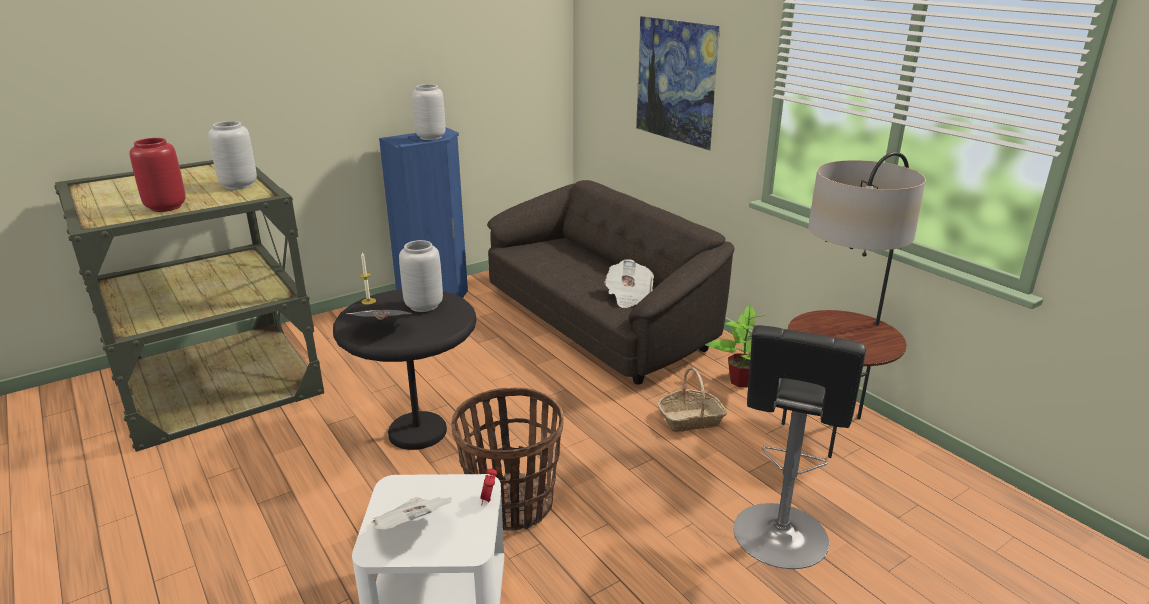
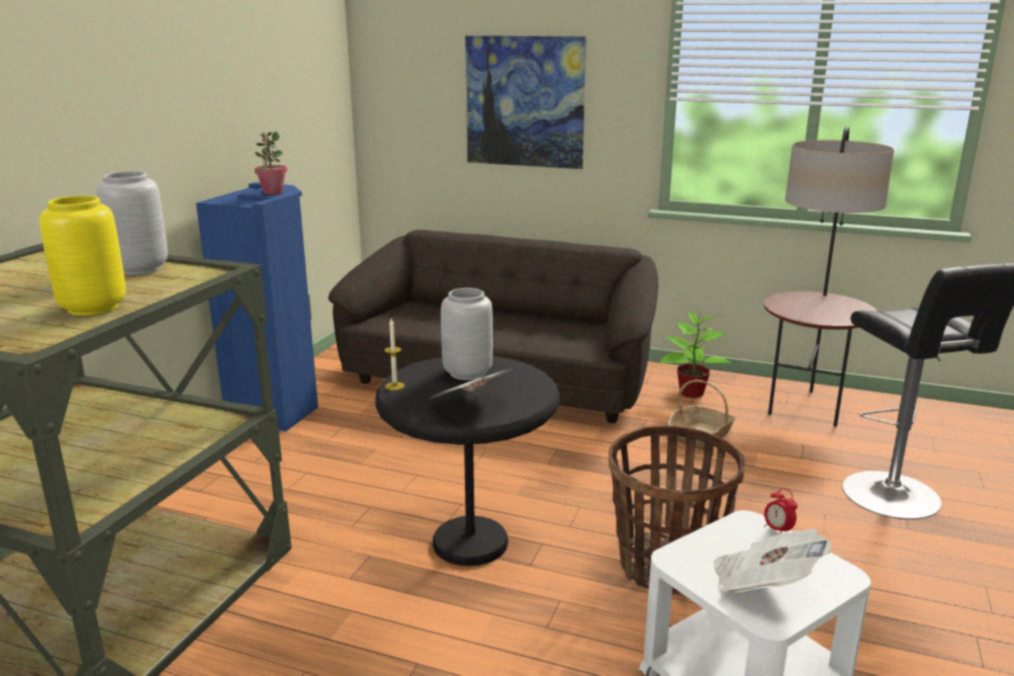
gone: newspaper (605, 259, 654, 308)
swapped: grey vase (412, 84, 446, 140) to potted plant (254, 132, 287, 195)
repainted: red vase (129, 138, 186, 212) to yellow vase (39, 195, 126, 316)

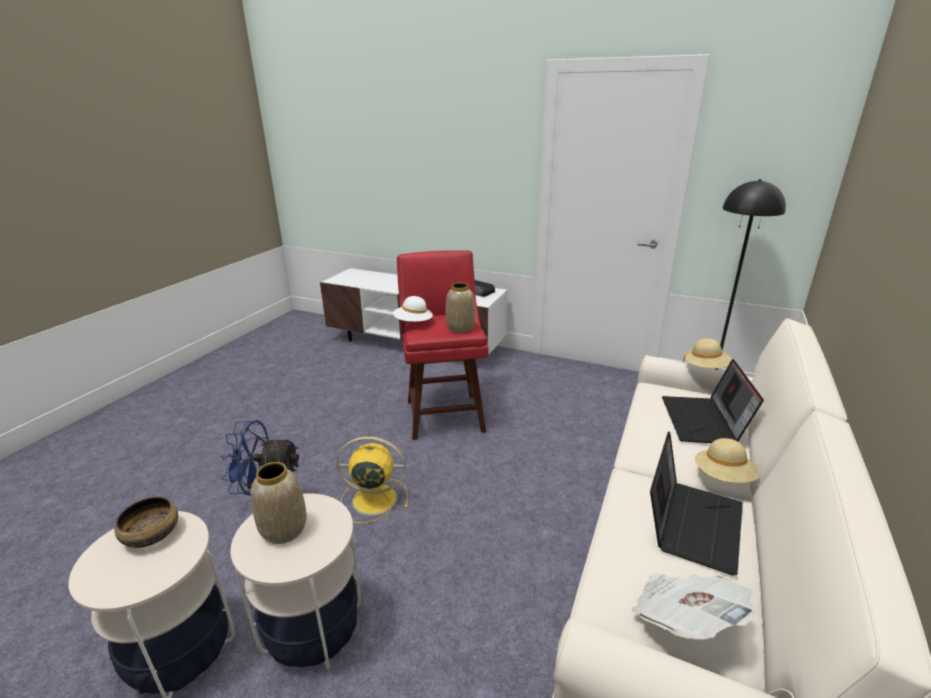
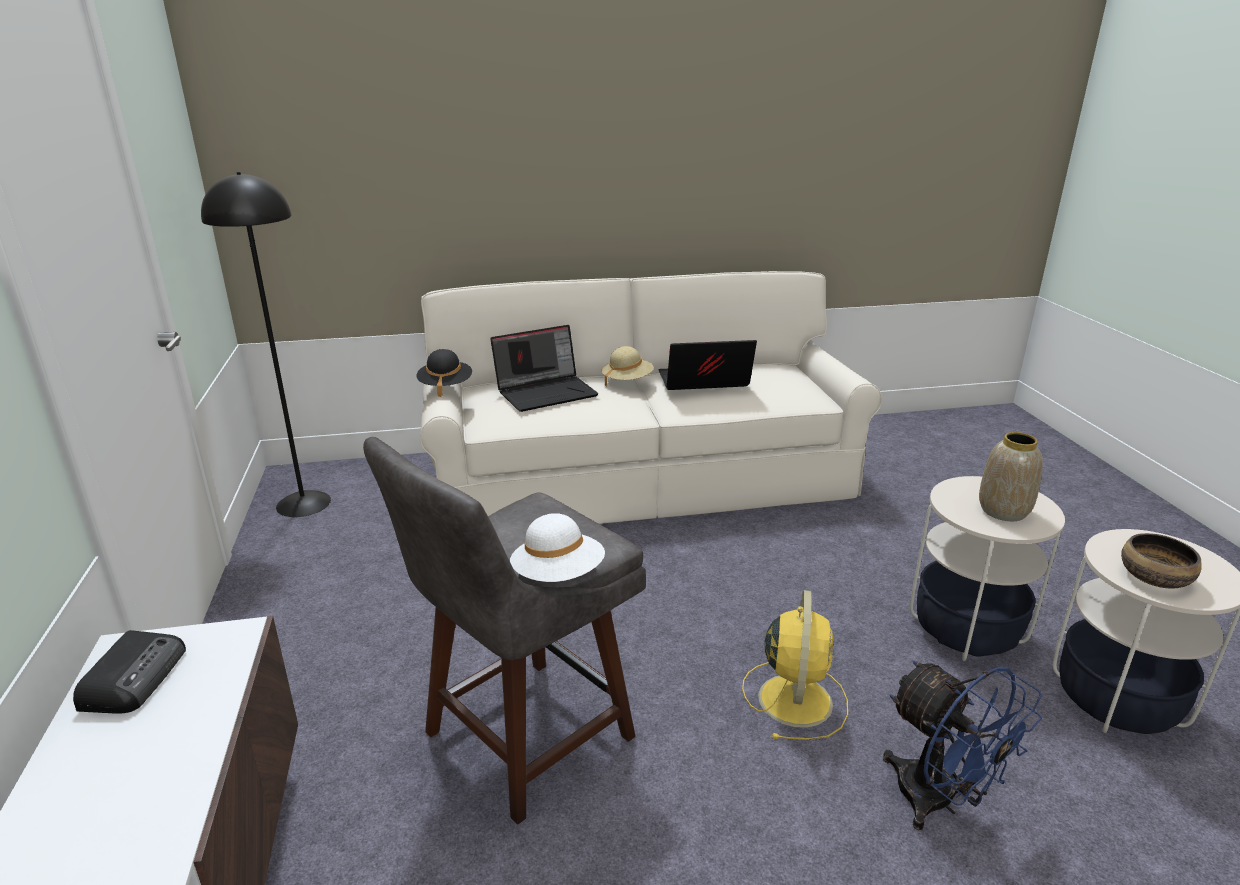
gone: vase (446, 283, 475, 333); newspaper (631, 573, 754, 639)
repainted: red stool (397, 250, 489, 440) to grey stool (363, 437, 646, 825); beige hat (683, 339, 732, 368) to black hat (416, 349, 472, 397)
rotated: yellow fan (337, 436, 408, 523) = (742, 590, 848, 740) 135 degrees counterclockwise

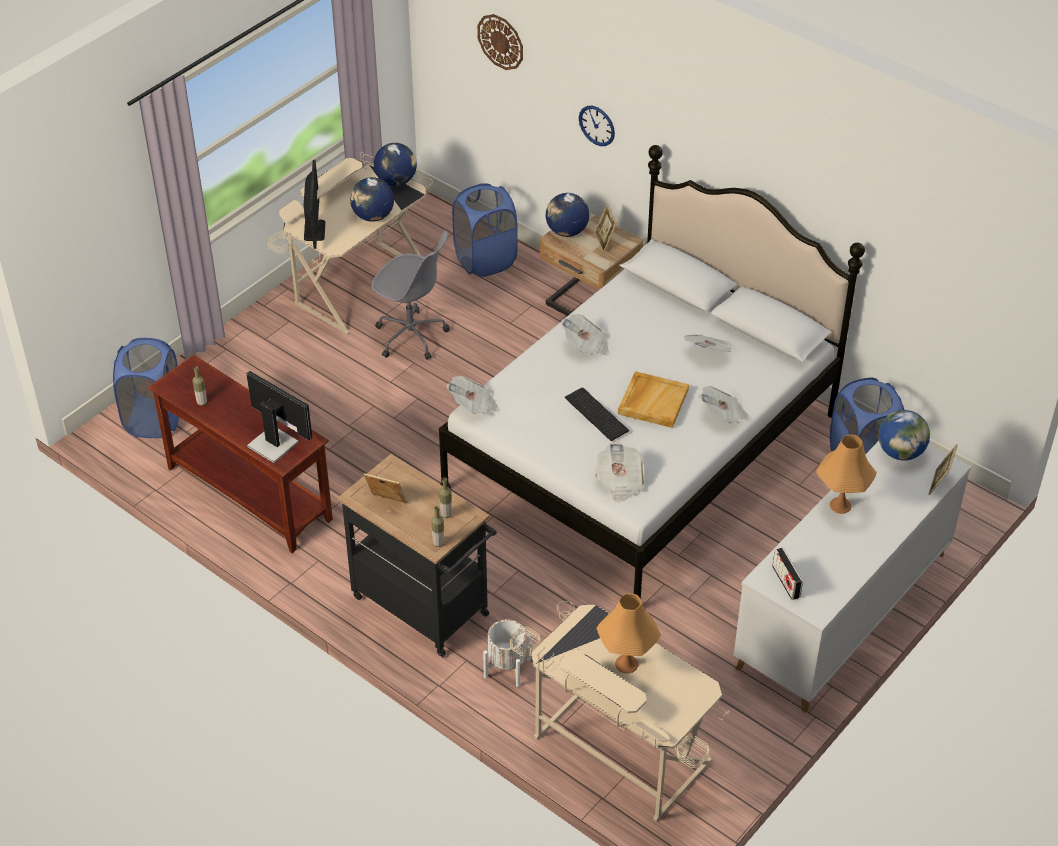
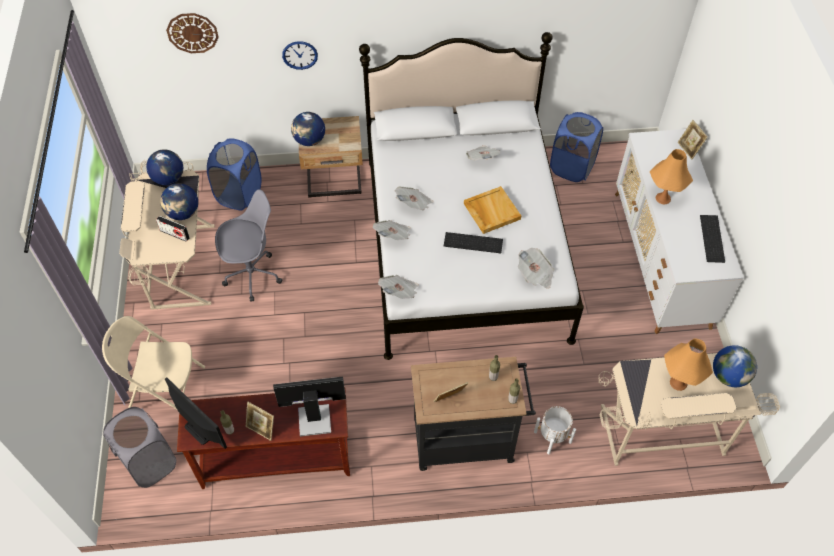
new: beige chair (102, 316, 205, 409); keyboard (700, 215, 725, 263)
shifted: monitor (304, 160, 325, 249) to (165, 377, 227, 449); picture frame (594, 203, 617, 253) to (246, 402, 274, 441); newspaper (699, 386, 751, 423) to (373, 220, 411, 240); radio (772, 548, 803, 600) to (156, 216, 190, 242); globe (878, 410, 930, 461) to (713, 345, 757, 387)
repainted: blue laundry basket (113, 338, 179, 438) to grey laundry basket (103, 407, 177, 488)

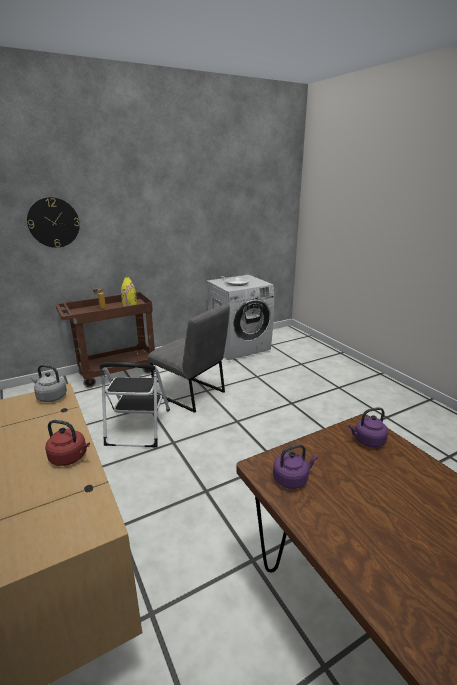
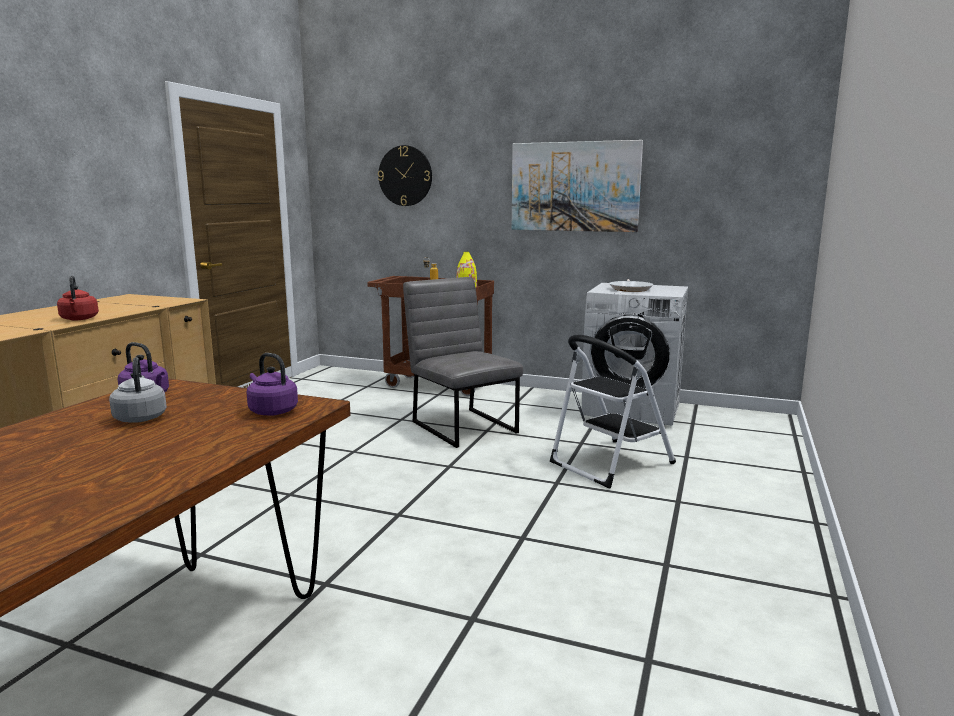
new: picture (512, 140, 643, 232)
shifted: grey kettle (30, 365, 67, 402) to (109, 357, 167, 423); step ladder (99, 362, 170, 447) to (550, 335, 676, 488)
rotated: grey chair (148, 305, 230, 413) = (403, 277, 523, 448) 150 degrees clockwise

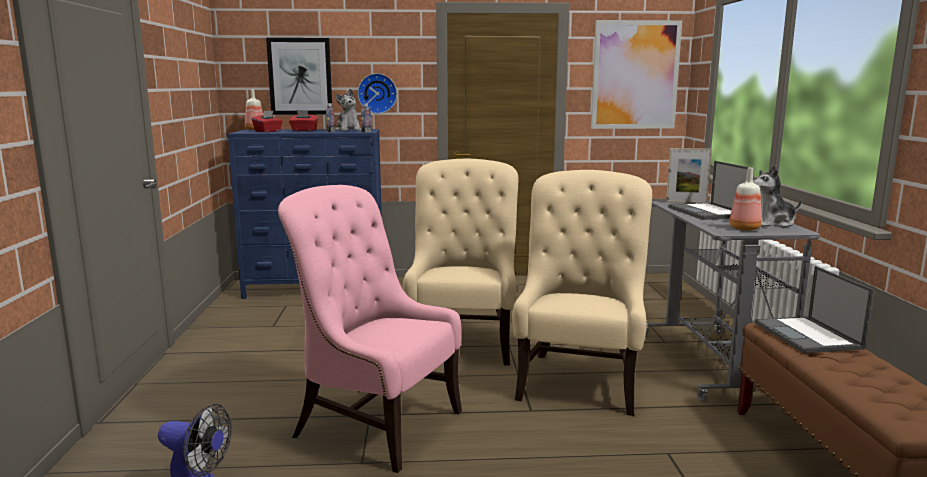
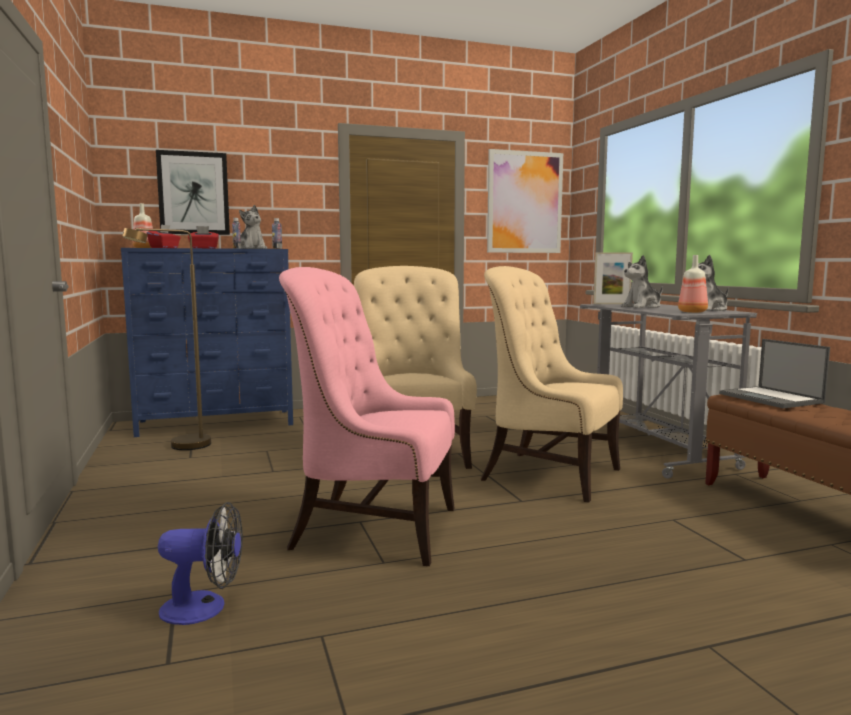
gone: wall clock (357, 73, 397, 114)
new: brown floor lamp (122, 228, 211, 450)
swapped: laptop (668, 161, 754, 220) to plush toy (621, 255, 663, 308)
rotated: beige chair (512, 170, 652, 416) = (481, 266, 623, 503) 60 degrees counterclockwise

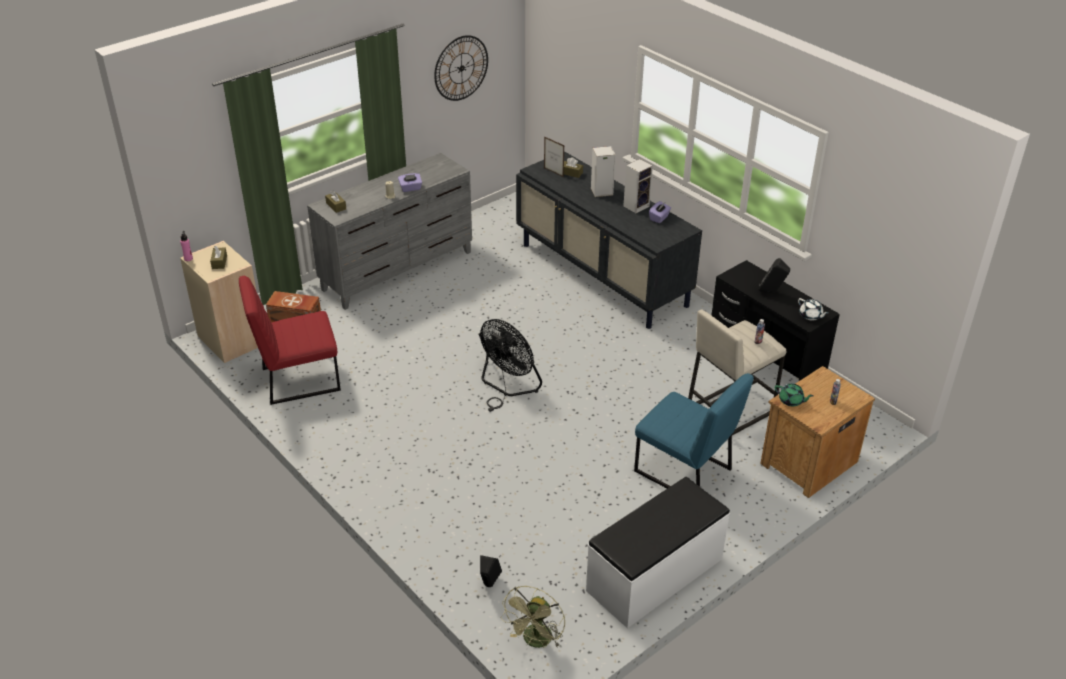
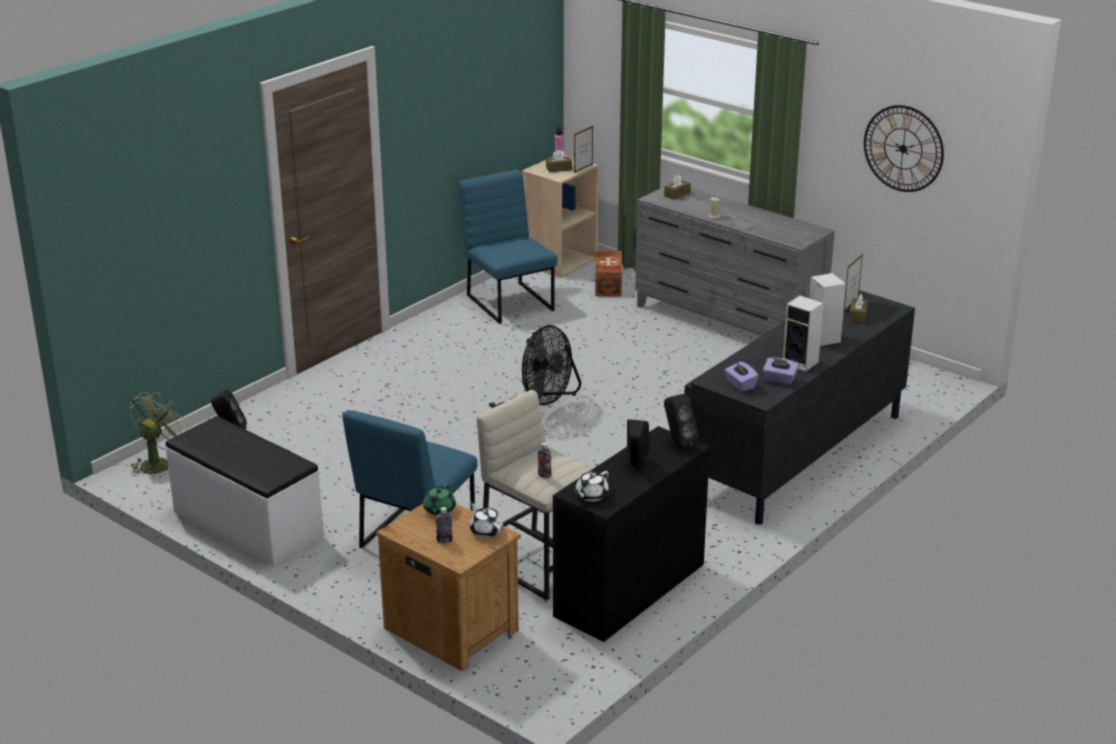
new: white teapot (470, 502, 503, 538); picture frame (574, 126, 593, 173); black speaker (664, 394, 699, 450)
shifted: purple tissue box (398, 173, 422, 192) to (725, 361, 759, 392)
repainted: red chair (239, 275, 341, 405) to blue chair (459, 170, 558, 324)
rotated: green fan (501, 586, 565, 648) = (129, 392, 187, 476) 105 degrees clockwise

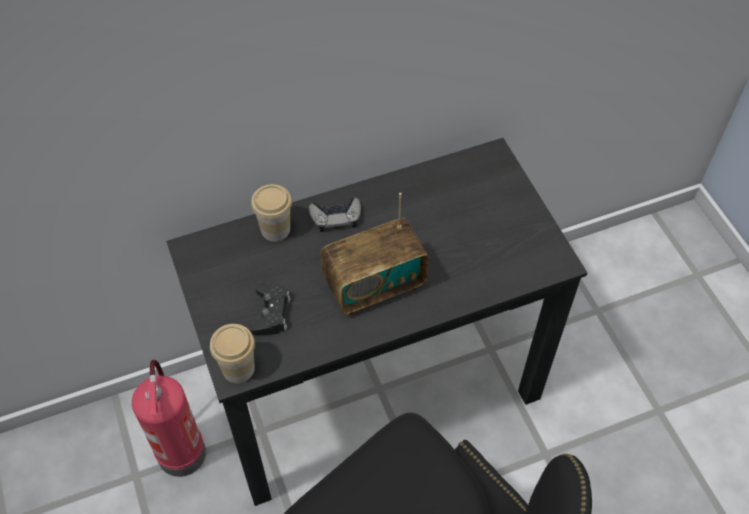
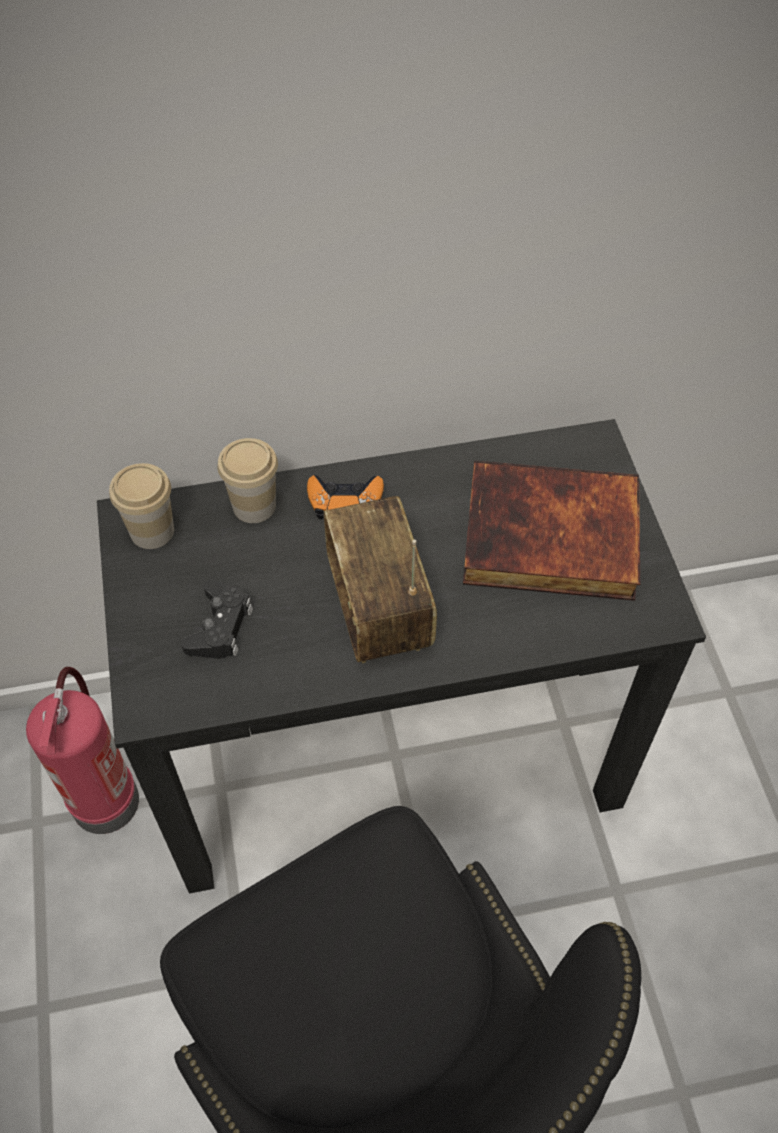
new: book (463, 460, 640, 601)
shifted: cup (210, 324, 255, 383) to (109, 463, 174, 549)
repainted: grey game controller (309, 197, 361, 232) to orange game controller (307, 475, 384, 519)
rotated: radio (321, 193, 429, 316) = (324, 496, 437, 663) 90 degrees clockwise

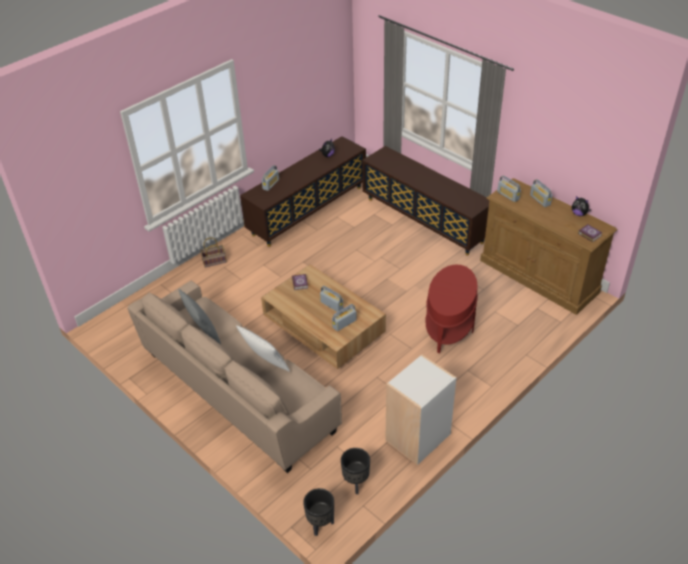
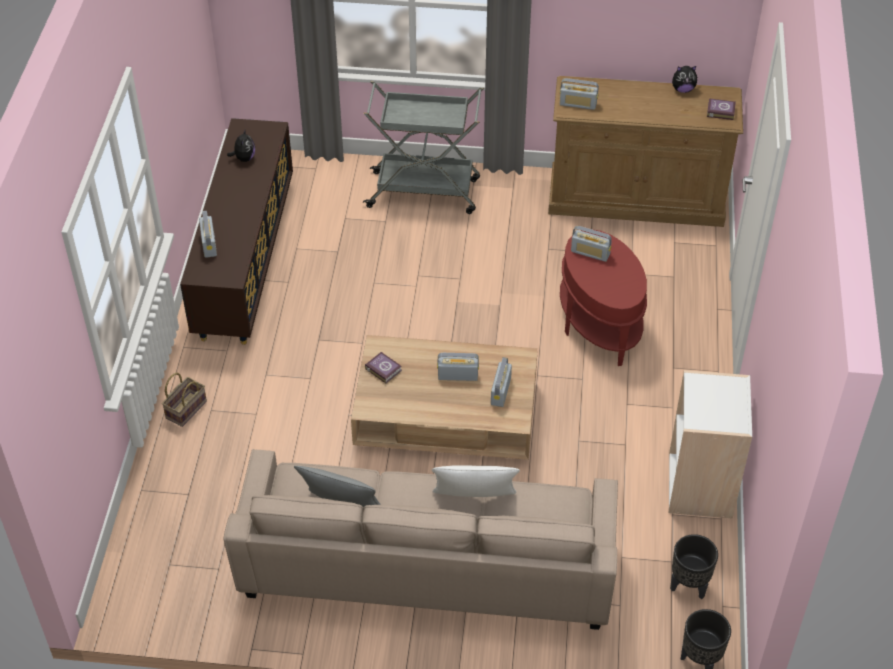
shifted: radio (530, 179, 552, 207) to (571, 226, 612, 262)
swapped: brown tv stand (362, 146, 489, 256) to grey cart (363, 81, 484, 214)

